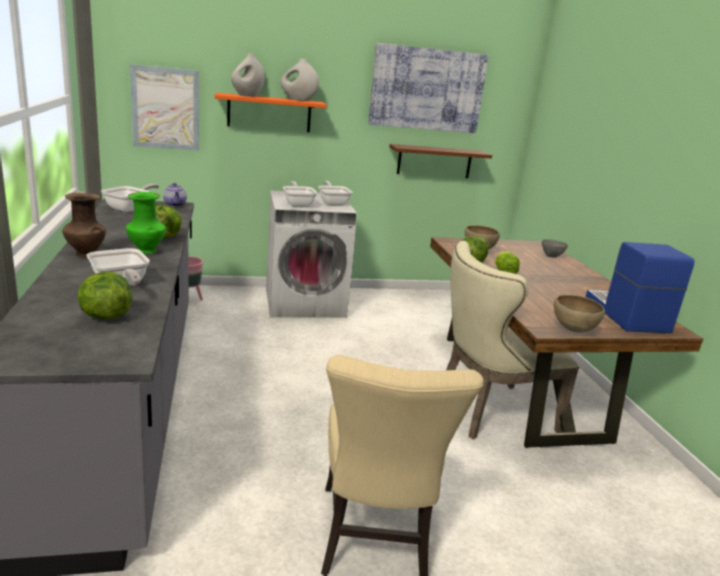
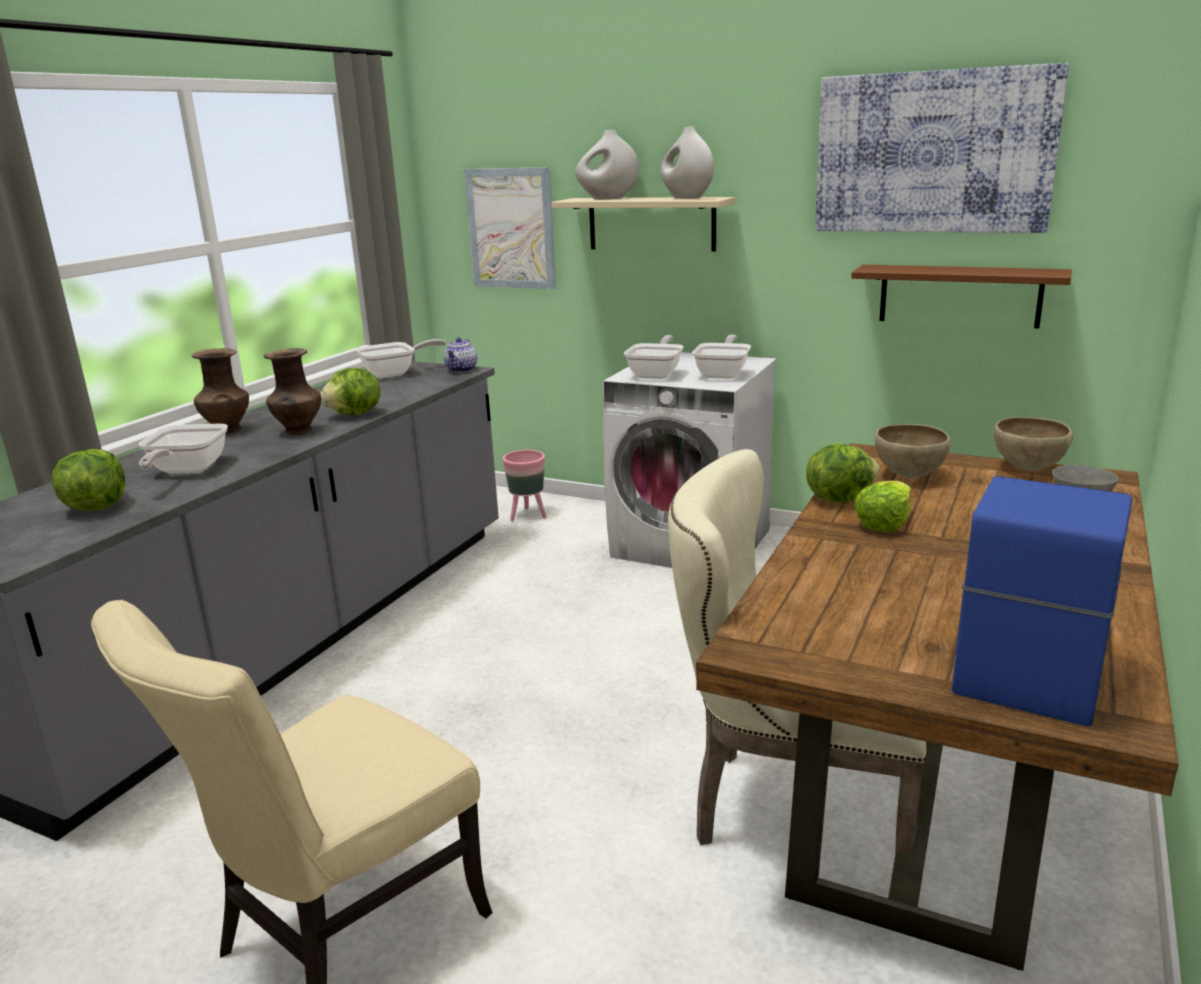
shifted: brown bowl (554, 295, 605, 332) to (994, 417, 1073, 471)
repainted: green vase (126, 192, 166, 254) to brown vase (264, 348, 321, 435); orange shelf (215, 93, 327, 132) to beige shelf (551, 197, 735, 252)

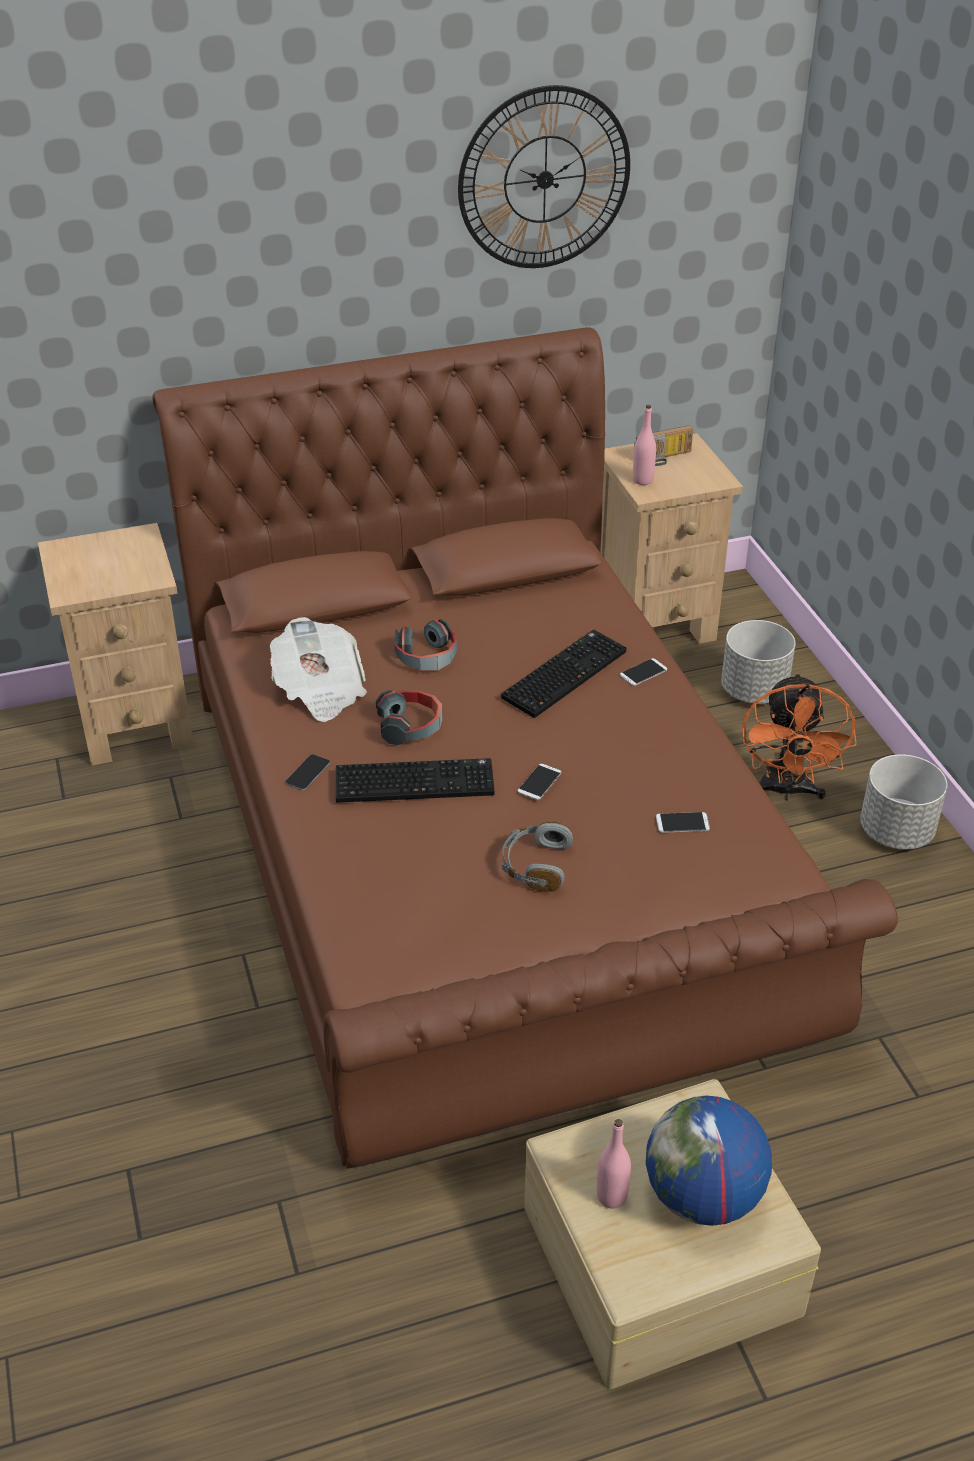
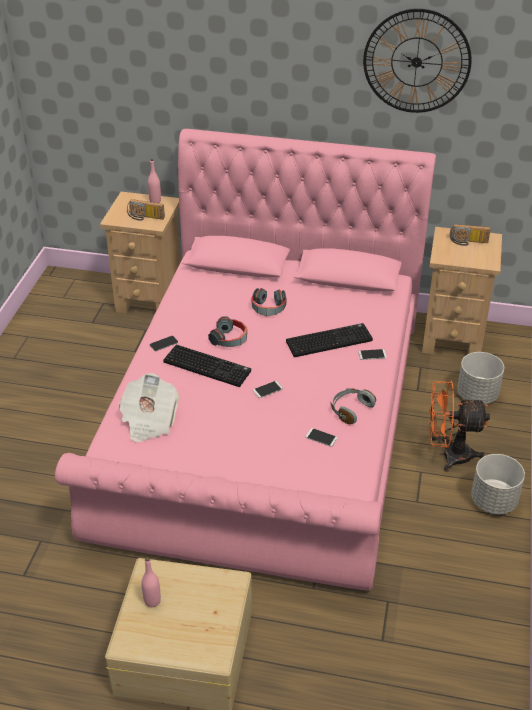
gone: globe (646, 1096, 772, 1226)
new: radio (127, 199, 165, 221)
shifted: newspaper (270, 617, 367, 722) to (119, 373, 179, 442); grey headphones (502, 821, 573, 892) to (331, 388, 376, 425); pink bottle (633, 405, 656, 485) to (148, 159, 161, 203)
repainted: brown bed (152, 328, 898, 1169) to pink bed (55, 129, 436, 591)
rotated: orange fan (742, 673, 857, 801) = (429, 381, 490, 471) 60 degrees clockwise

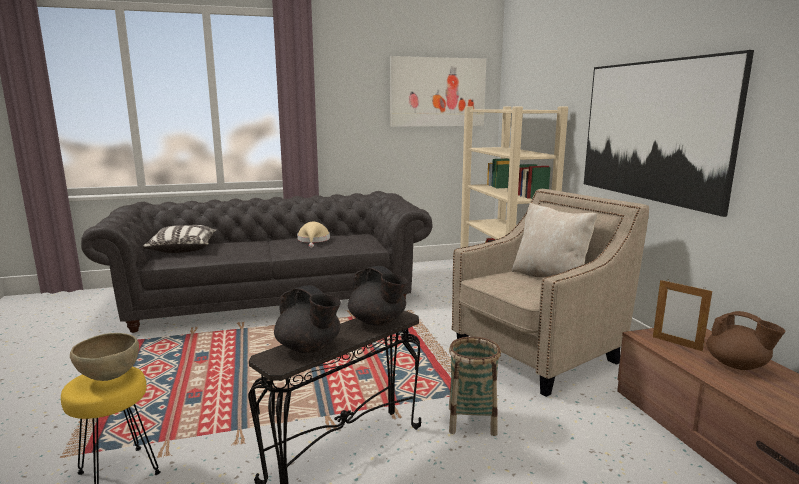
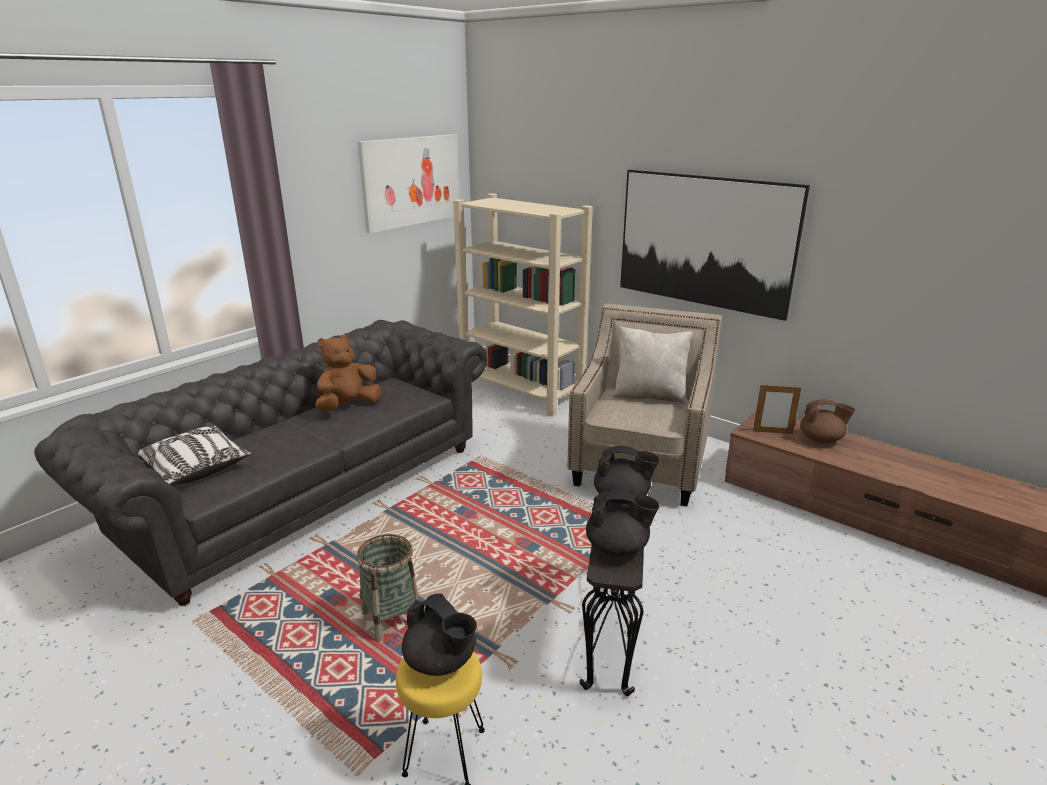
shifted: basket (449, 337, 501, 436) to (357, 534, 419, 642)
swapped: brown bowl (70, 333, 139, 381) to black teapot (402, 594, 477, 676); beige hat (297, 222, 330, 248) to brown plush toy (315, 335, 381, 412)

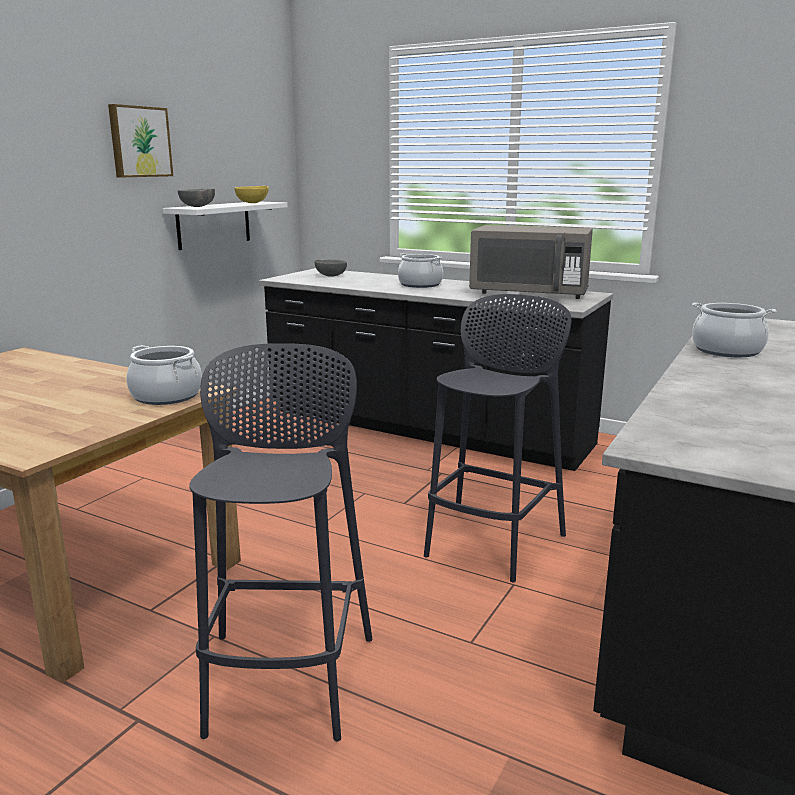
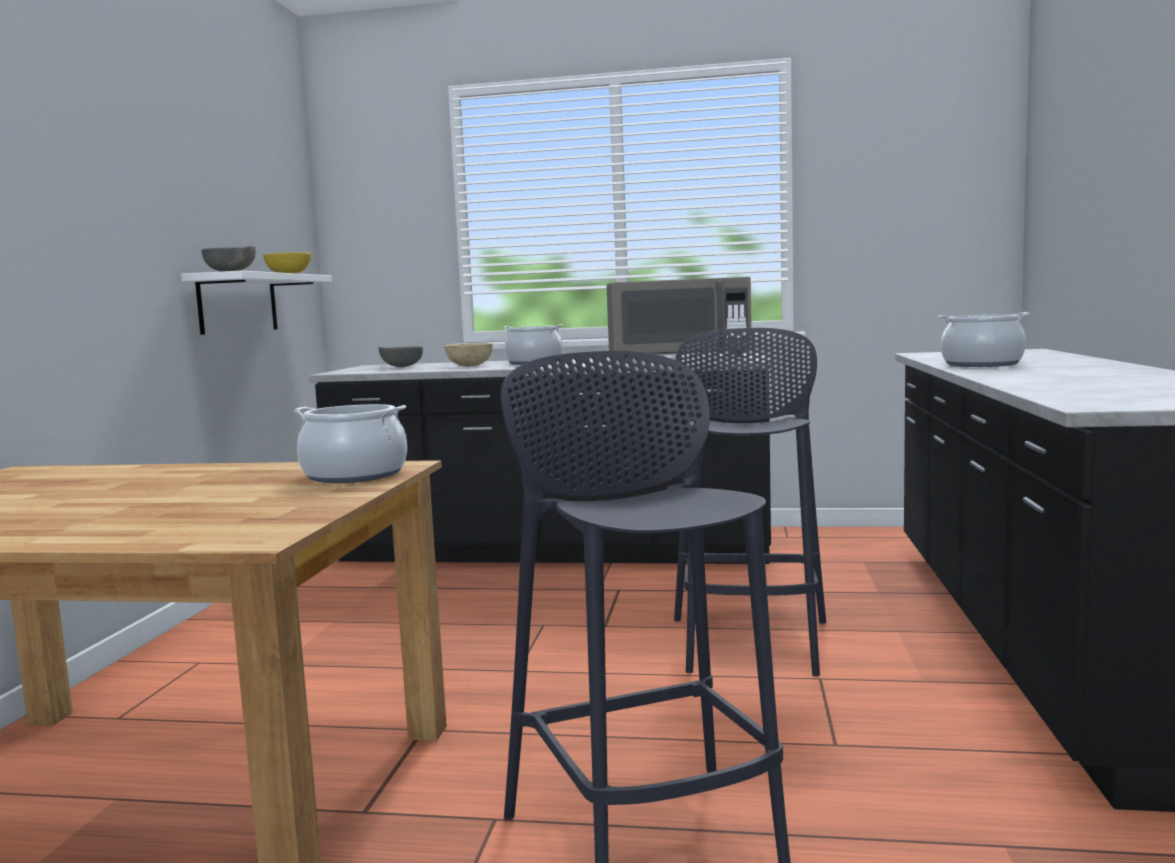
gone: picture (108, 104, 173, 177)
new: beige bowl (445, 343, 493, 367)

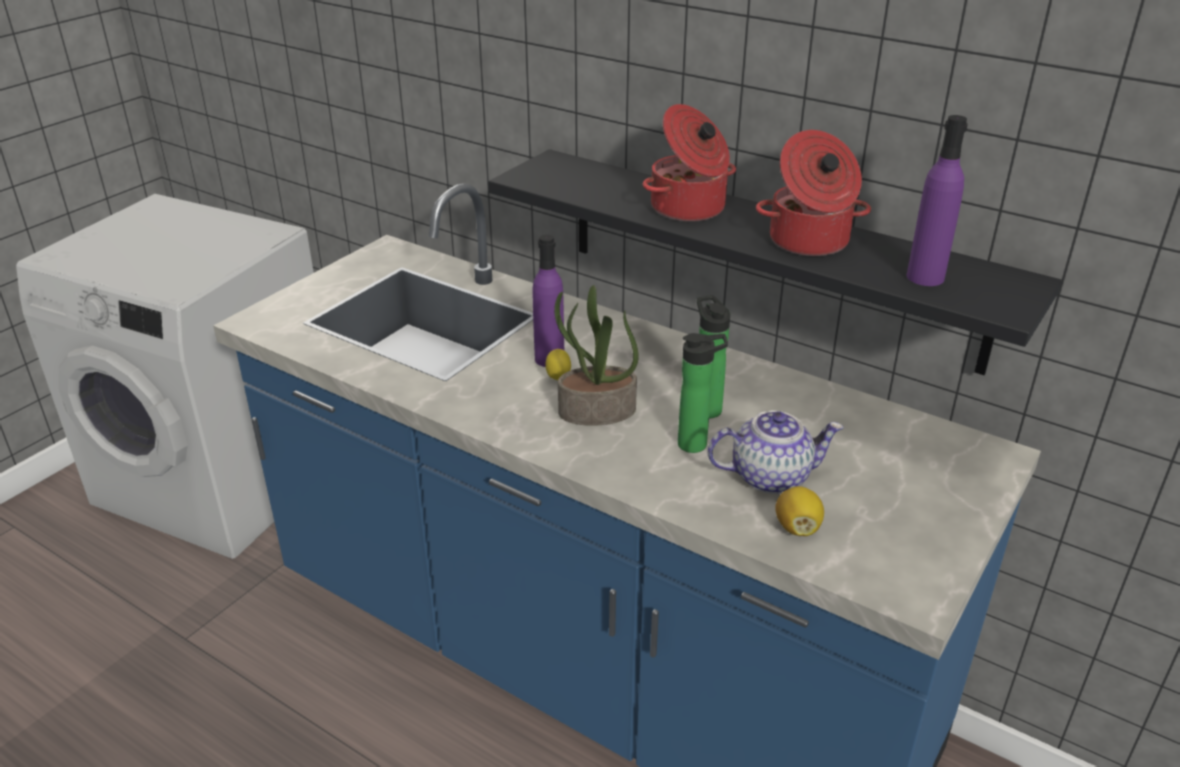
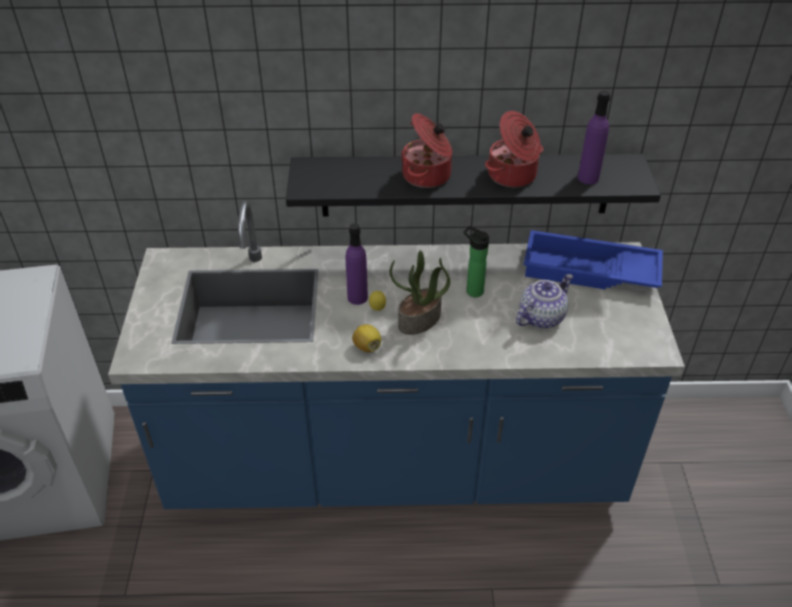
gone: bottle (678, 333, 728, 453)
new: blue tray (524, 230, 663, 290)
shifted: lemon (775, 486, 824, 536) to (352, 324, 381, 352)

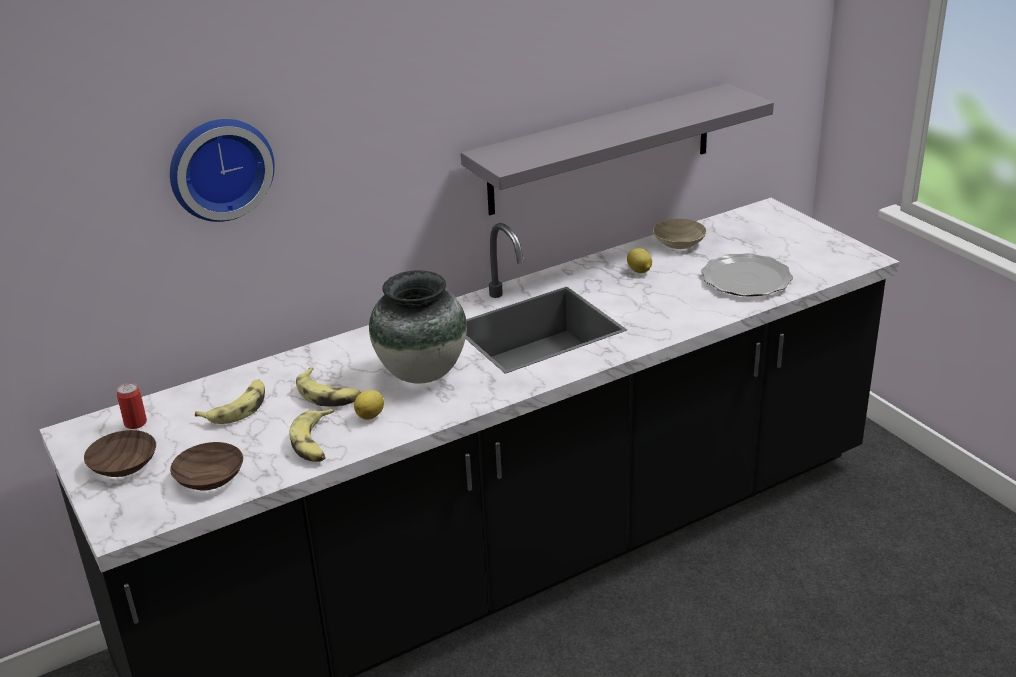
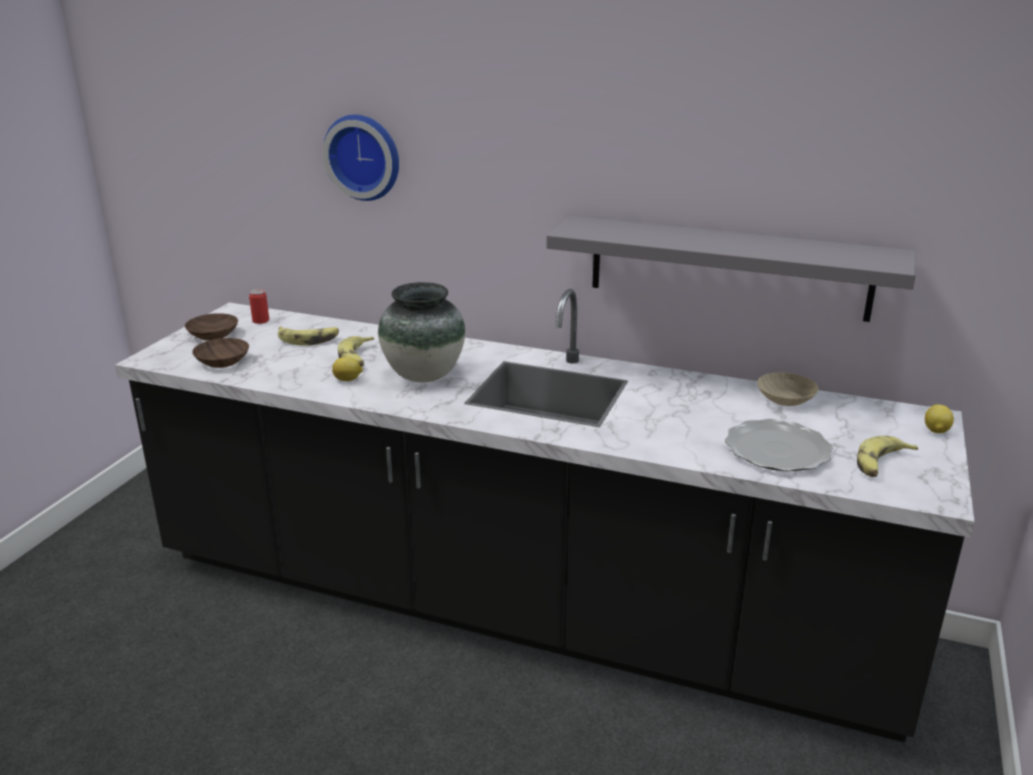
shifted: banana (289, 409, 334, 462) to (857, 436, 918, 477); lemon (627, 248, 652, 273) to (925, 404, 954, 433)

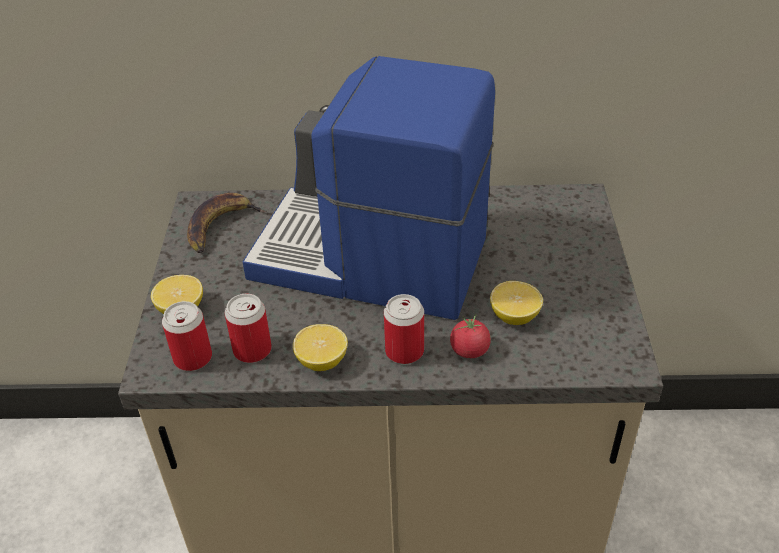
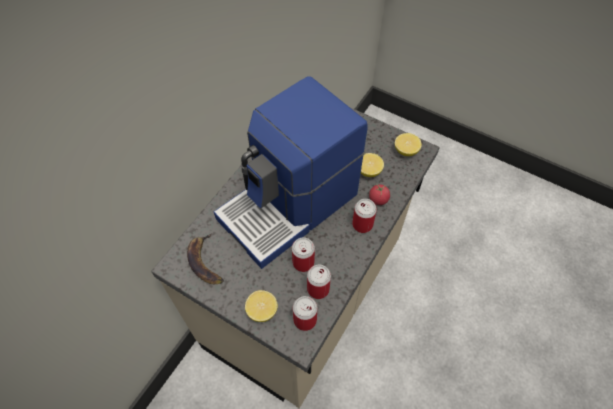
new: can (292, 237, 315, 272)
shifted: lemon (293, 324, 348, 371) to (395, 133, 422, 156)

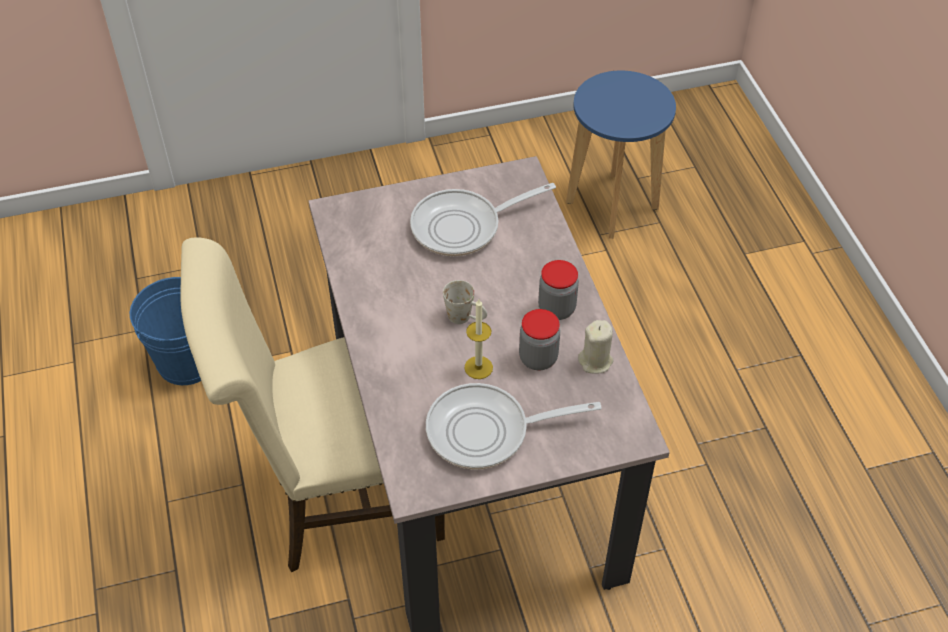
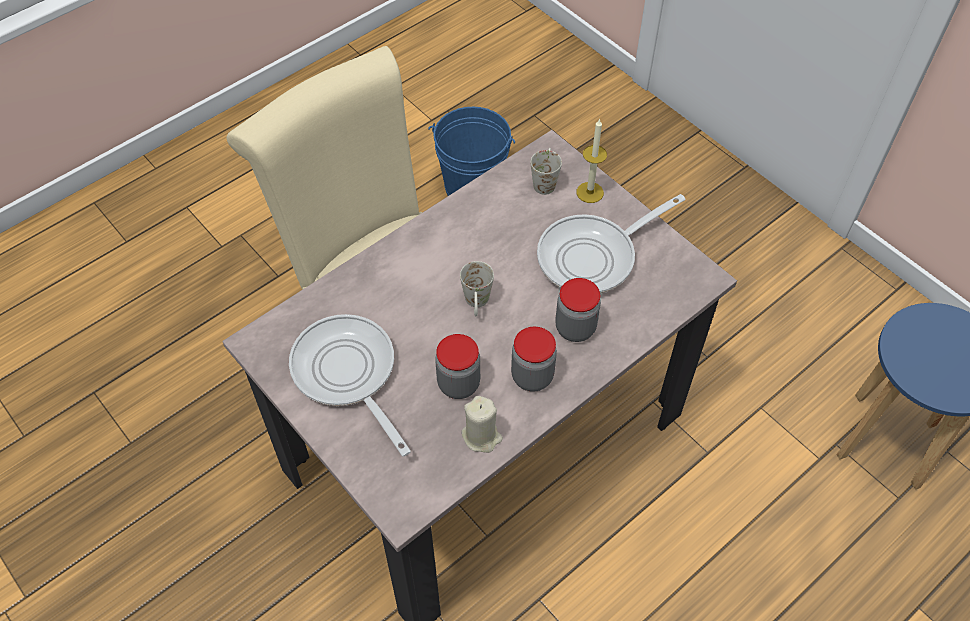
new: white mug (530, 148, 562, 195); jar (555, 278, 601, 342)
shifted: candle (464, 299, 493, 379) to (577, 119, 607, 203)
rotated: frying pan (410, 183, 556, 256) = (537, 194, 686, 294) 75 degrees counterclockwise

